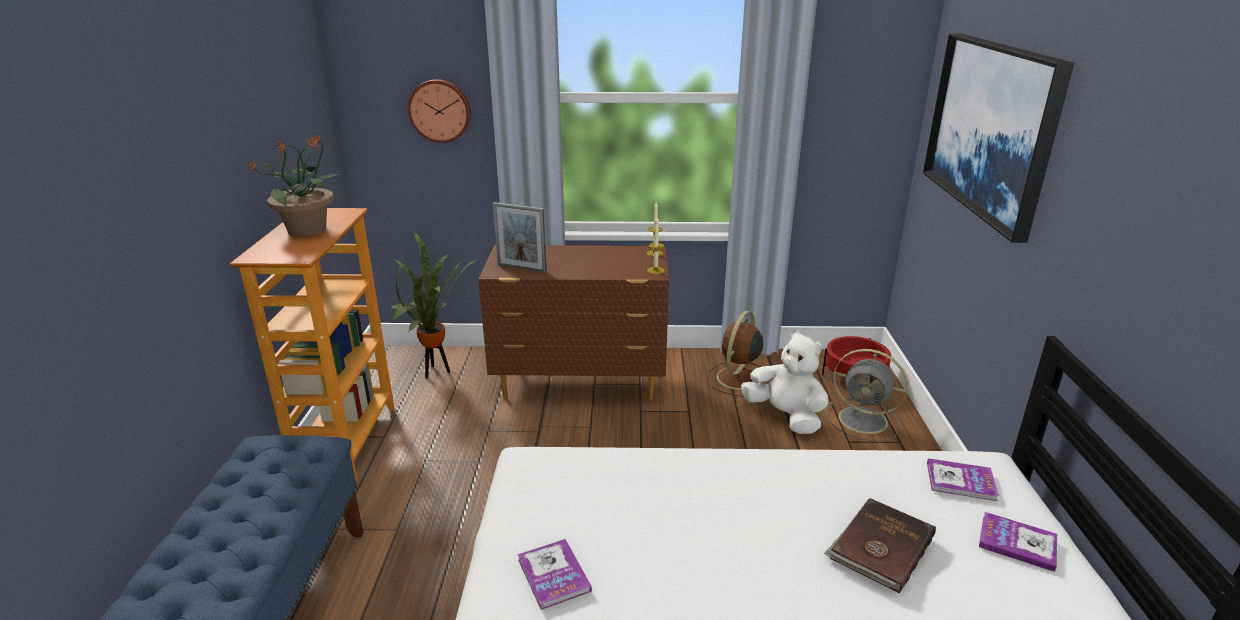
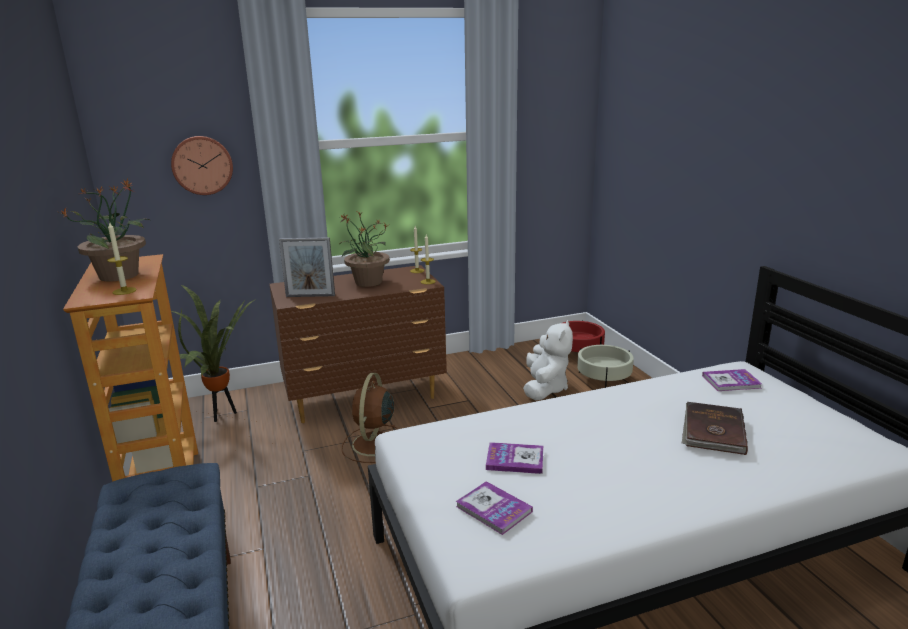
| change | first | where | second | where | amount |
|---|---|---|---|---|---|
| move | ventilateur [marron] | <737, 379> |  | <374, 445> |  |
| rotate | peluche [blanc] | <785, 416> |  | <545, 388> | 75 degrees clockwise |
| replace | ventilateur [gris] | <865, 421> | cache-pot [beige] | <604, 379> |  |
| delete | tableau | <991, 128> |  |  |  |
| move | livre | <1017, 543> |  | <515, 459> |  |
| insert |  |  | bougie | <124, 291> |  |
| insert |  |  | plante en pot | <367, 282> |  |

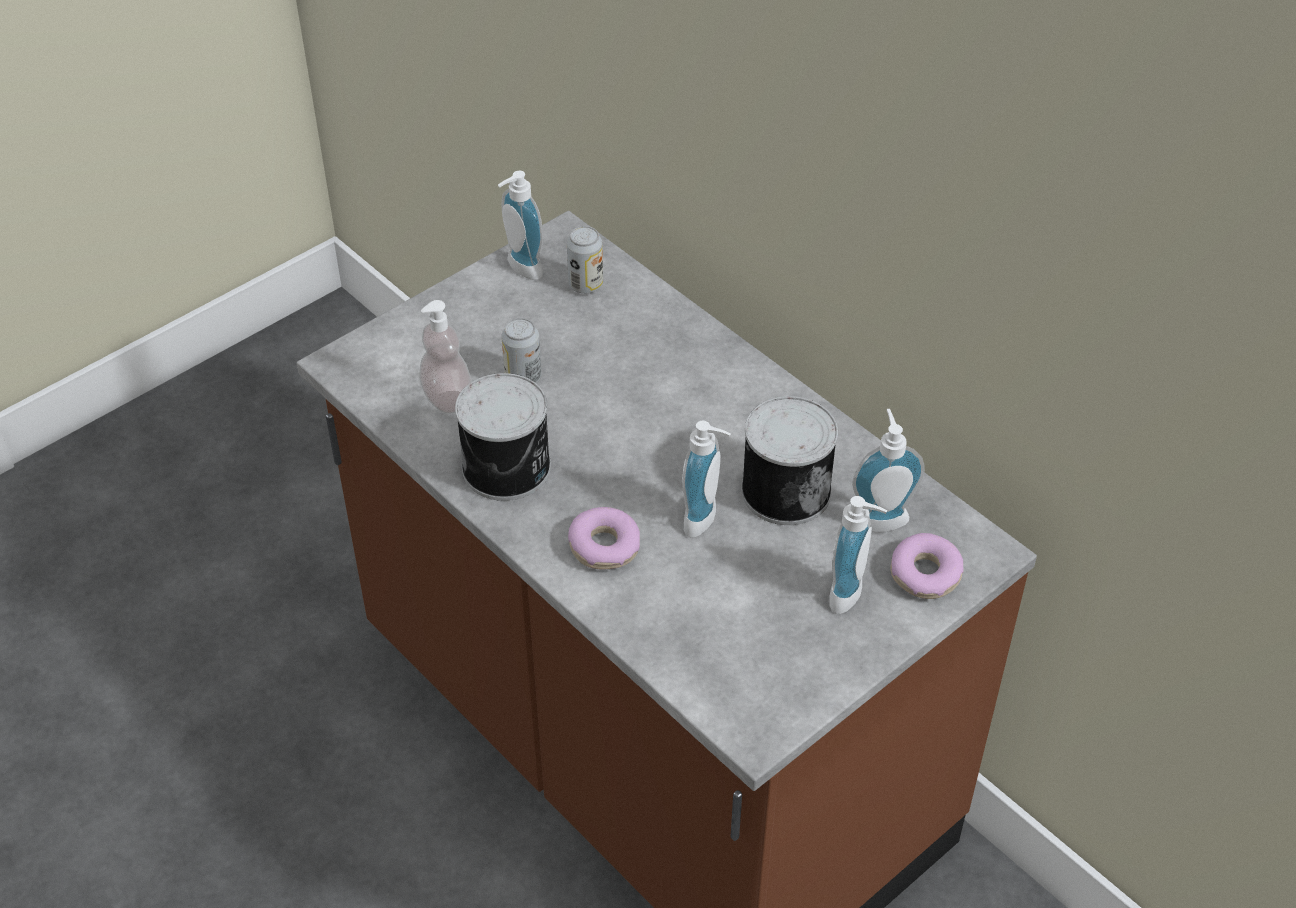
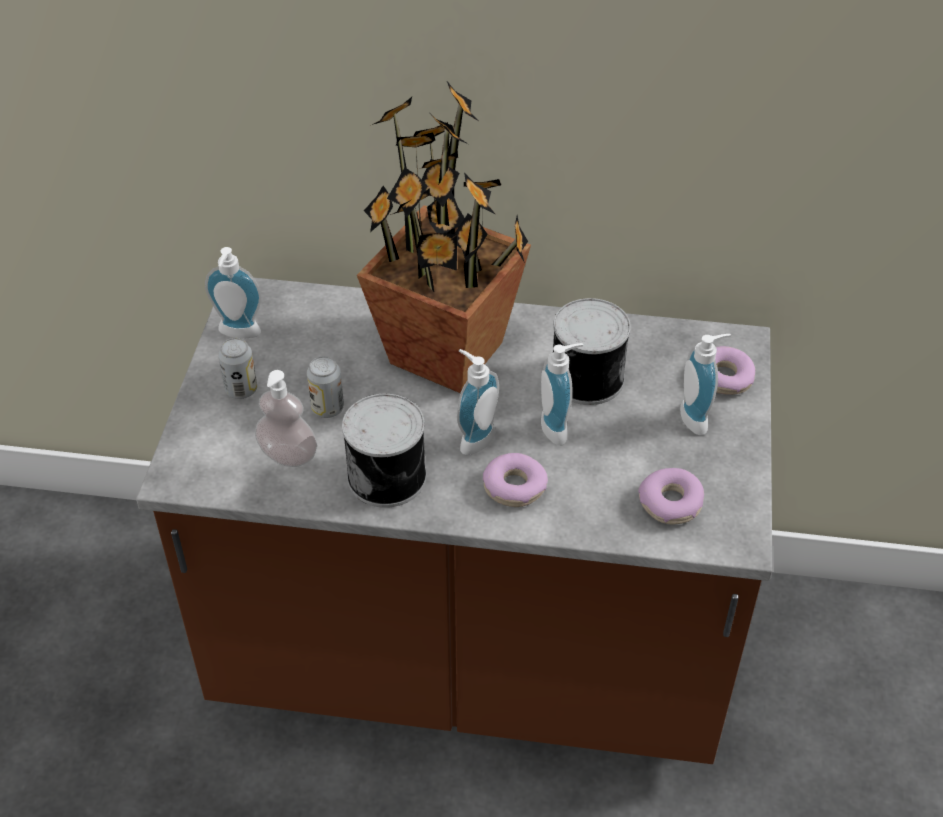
| change | first | where | second | where | amount |
|---|---|---|---|---|---|
| move | boîte métallique | <585, 285> |  | <241, 390> |  |
| move | distributeur de savon | <880, 517> |  | <473, 438> |  |
| insert |  |  | plante en pot | <446, 354> |  |
| insert |  |  | beignet | <671, 503> |  |

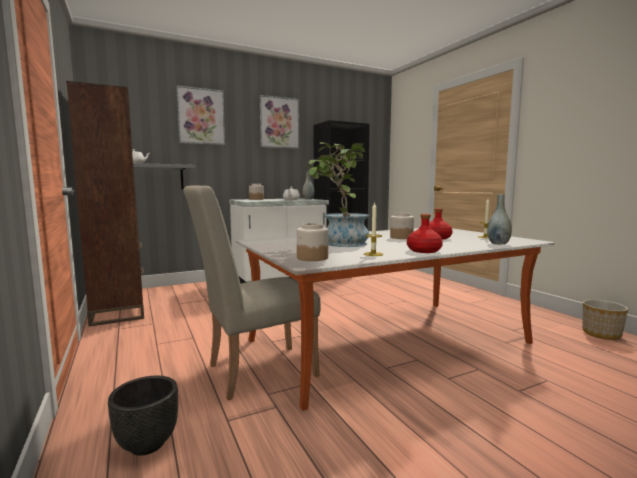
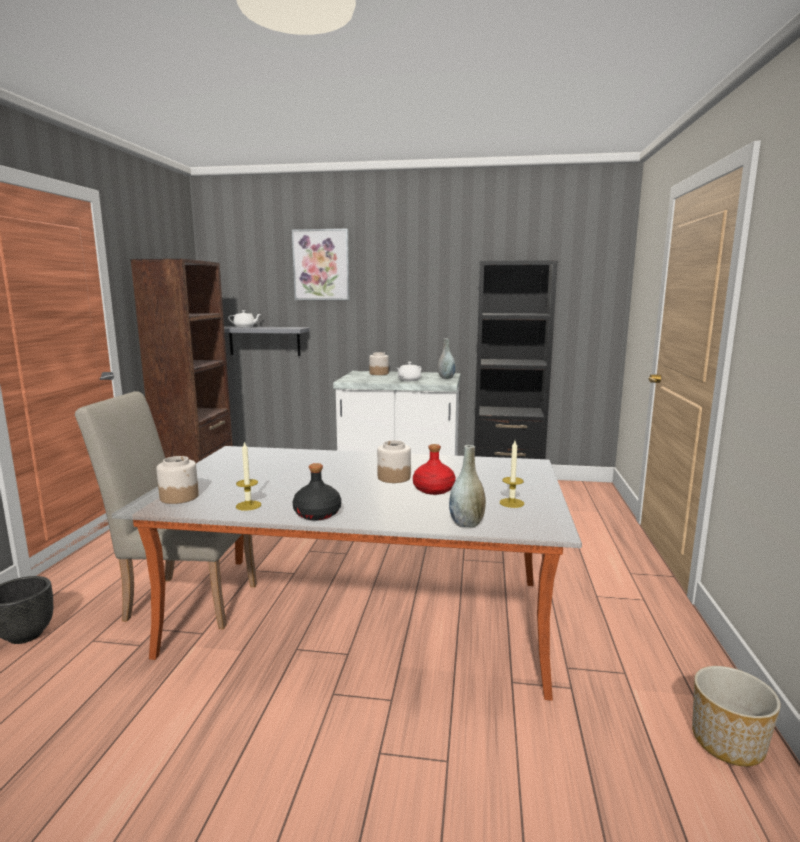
| change | first | where | second | where | amount |
|---|---|---|---|---|---|
| delete | tableau | <279, 123> |  |  |  |
| delete | plante en pot | <339, 243> |  |  |  |
| recolor | bouteille [rouge] | <424, 251> | bouteille [noir] | <317, 514> |  |

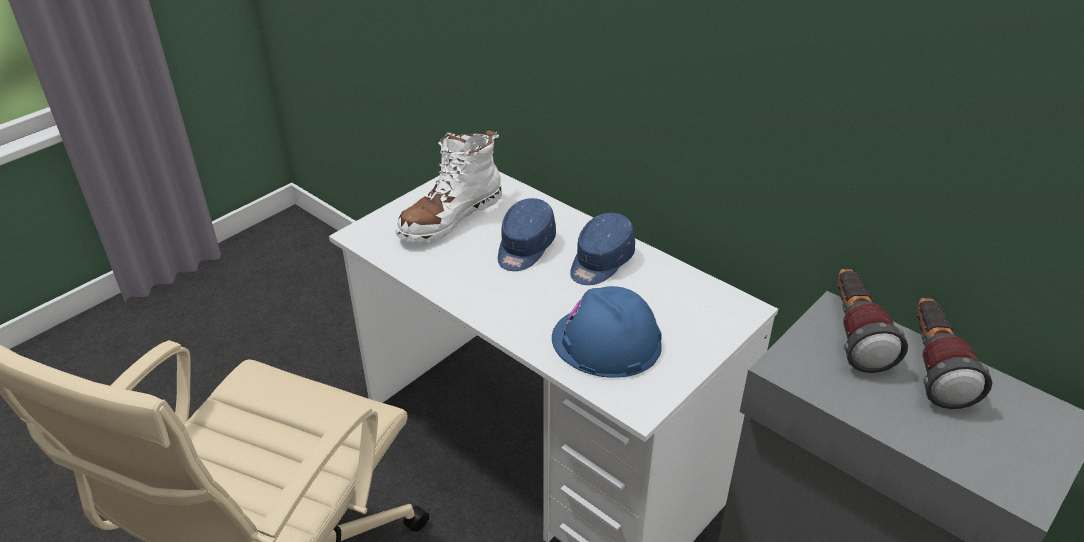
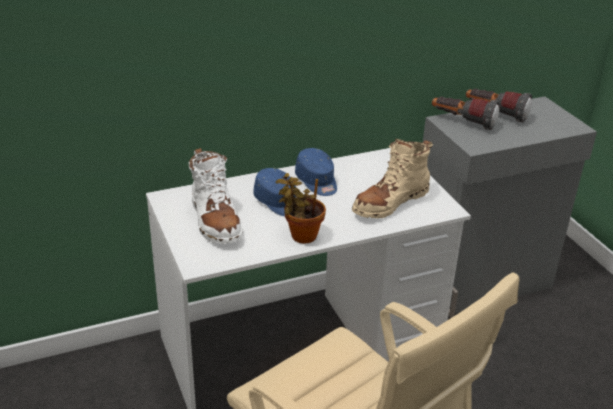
| change | first | where | second | where | amount |
|---|---|---|---|---|---|
| replace | casque de chantier [bleu] | <606, 341> | botte [beige] | <390, 203> |  |
| insert |  |  | plante en pot | <300, 235> |  |

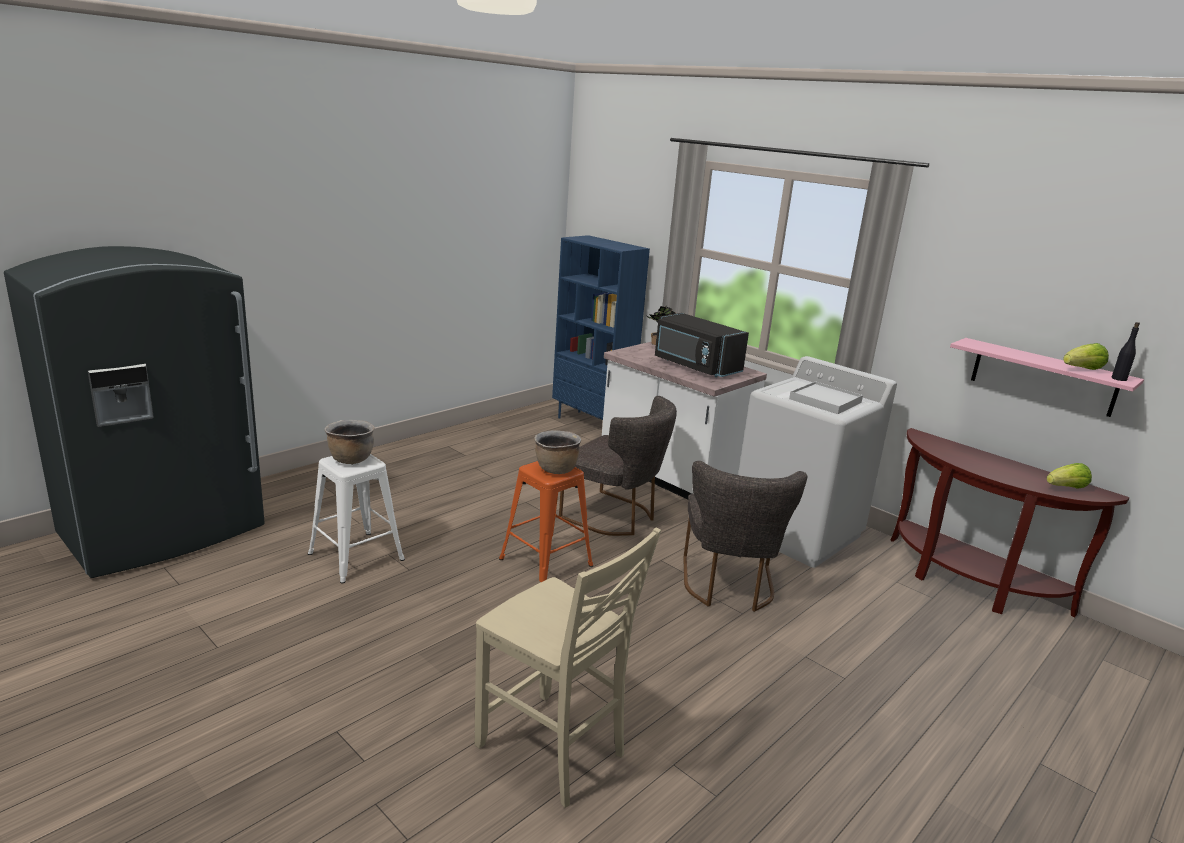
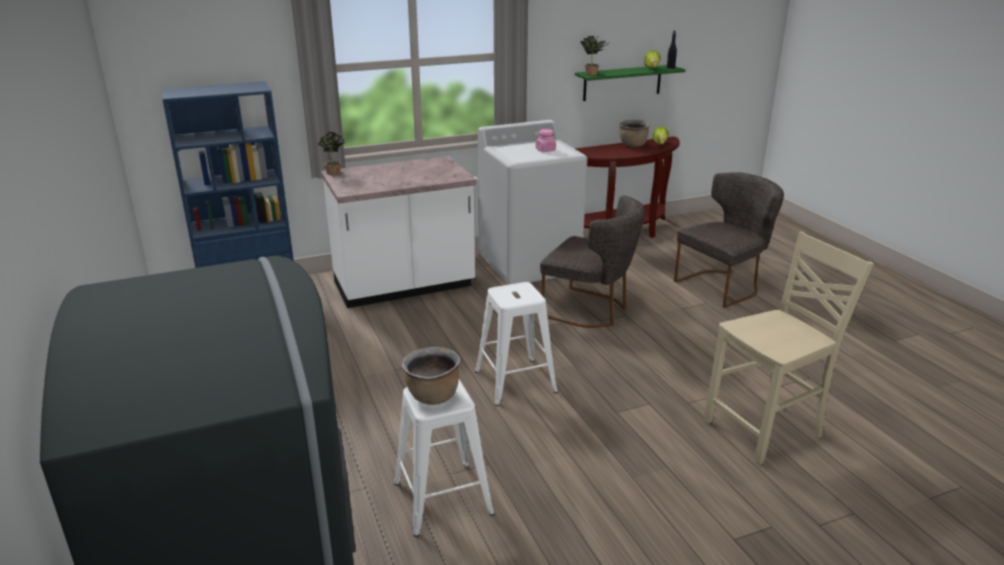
| change | first | where | second | where | amount |
|---|---|---|---|---|---|
| recolor | tabouret [orange] | <546, 563> | tabouret [blanc] | <516, 381> |  |
| move | marmite [marron] | <555, 469> |  | <633, 145> |  |
| move | chaise [gris] | <615, 517> |  | <723, 285> |  |
| delete | micro-ondes [noir] | <694, 366> |  |  |  |
| replace | plateau [blanc] | <825, 400> | bocal [rose] | <545, 150> |  |
| recolor | étagère [rose] | <1043, 377> | étagère [vert] | <622, 82> |  |
| insert |  |  | plante en pot | <593, 74> |  |

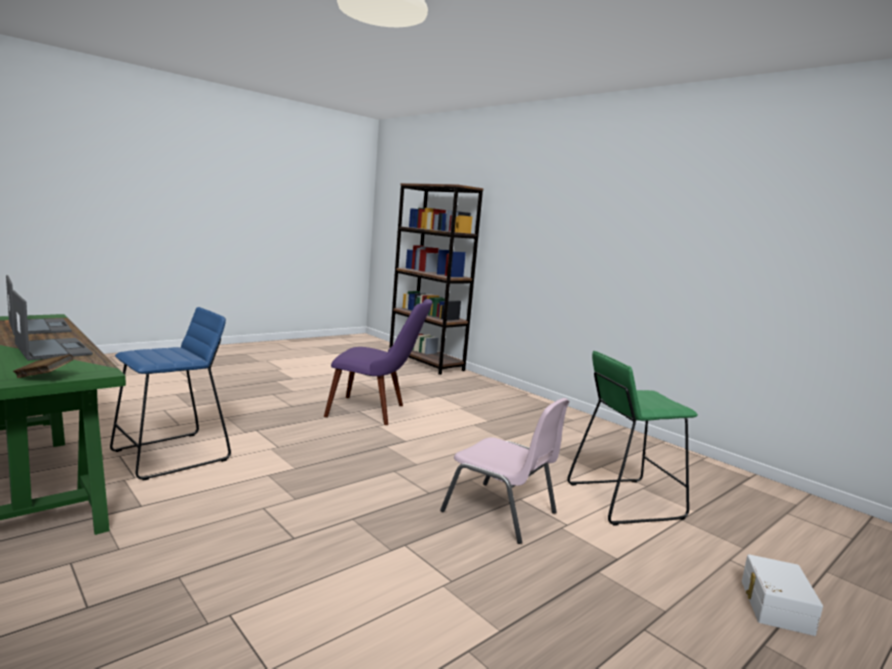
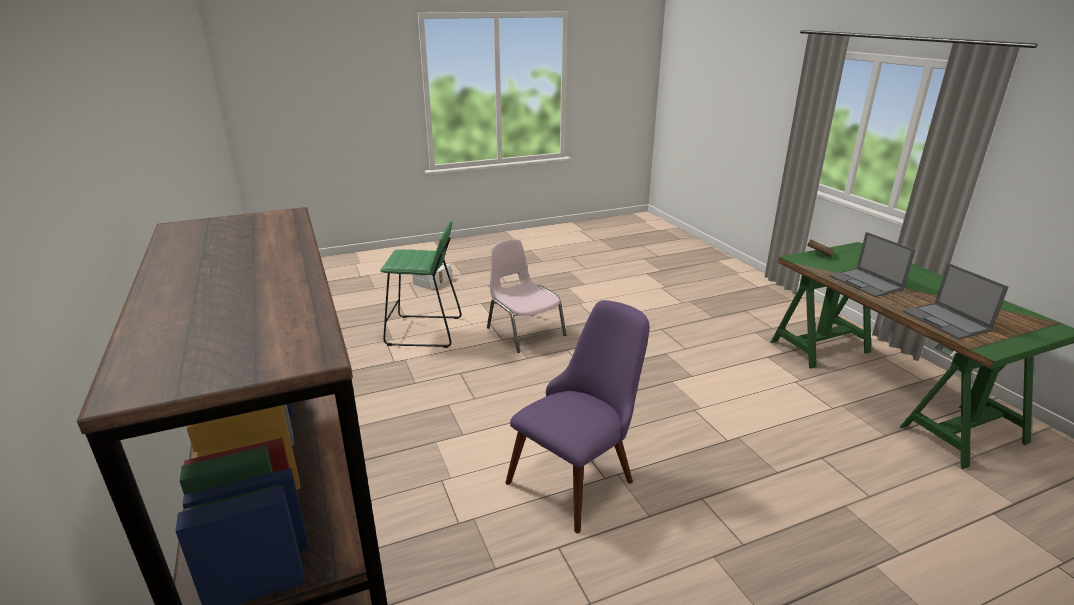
| change | first | where | second | where | amount |
|---|---|---|---|---|---|
| delete | tabouret [bleu] | <171, 456> |  |  |  |
| rotate | chaise [violet] | <376, 412> |  | <580, 474> | 105 degrees clockwise |

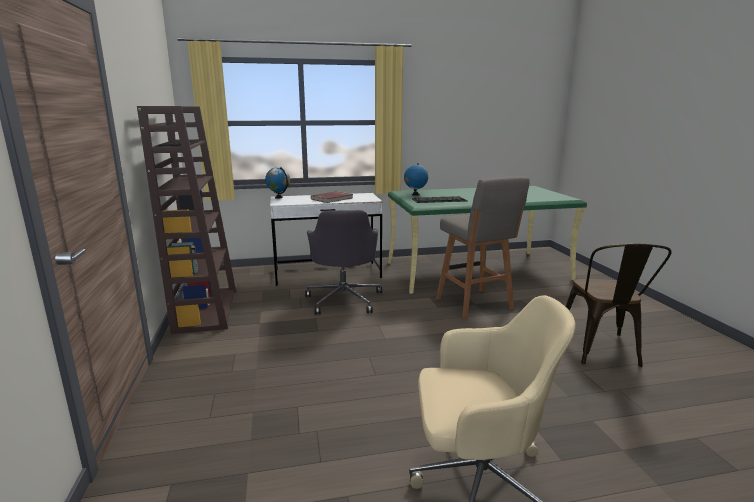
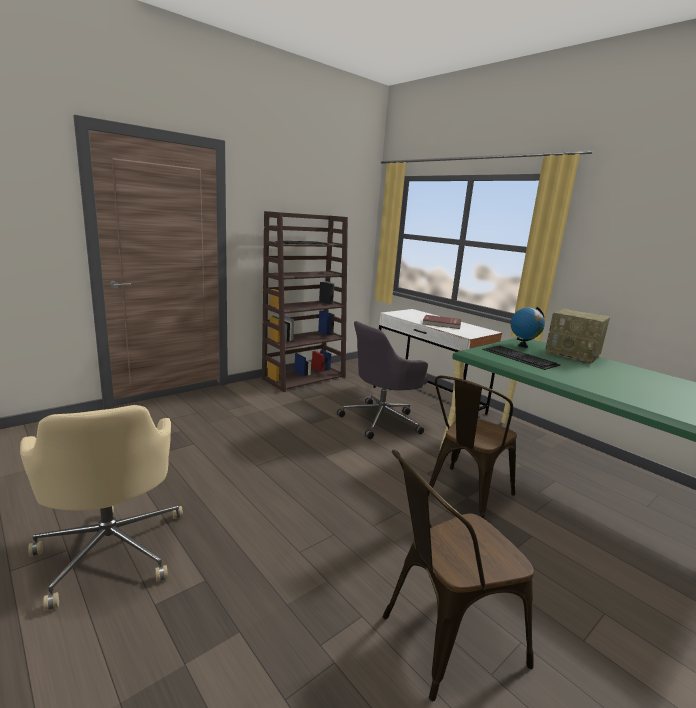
| change | first | where | second | where | amount |
|---|---|---|---|---|---|
| delete | globe | <279, 197> |  |  |  |
| replace | tabouret [gris] | <475, 305> | chaise [marron] | <464, 498> |  |
| insert |  |  | radio | <573, 355> |  |

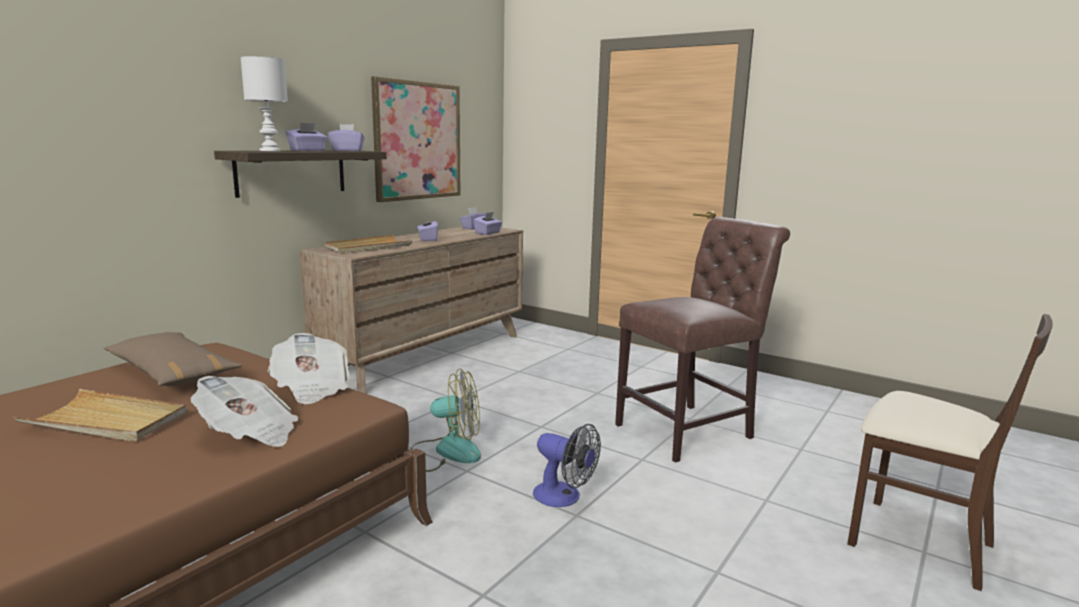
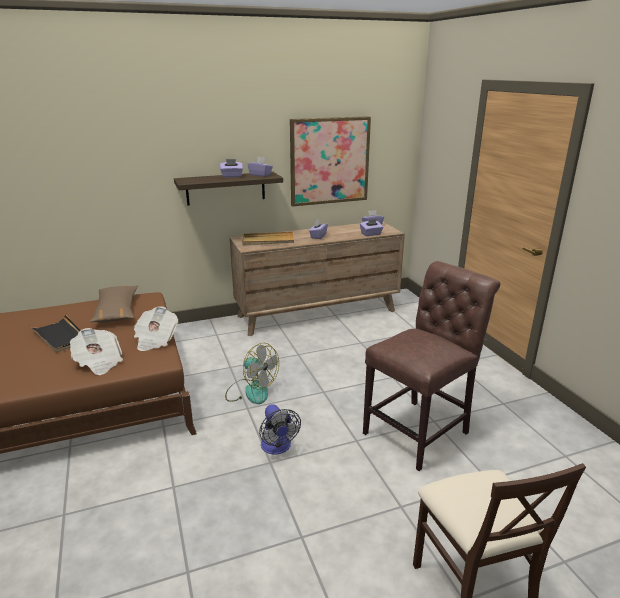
| change | first | where | second | where | amount |
|---|---|---|---|---|---|
| recolor | plateau [beige] | <106, 421> | plateau [noir] | <60, 336> |  |
| delete | lampe de table [blanc] | <270, 150> |  |  |  |
| rotate | chaise [marron] | <690, 430> |  | <420, 431> | 45 degrees counterclockwise |

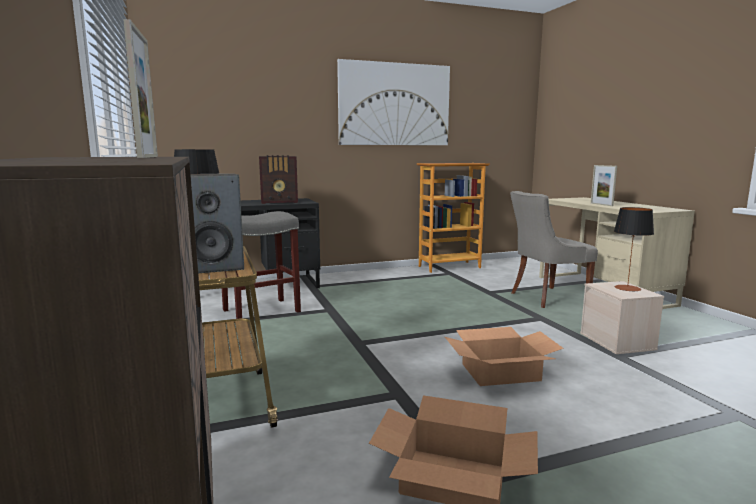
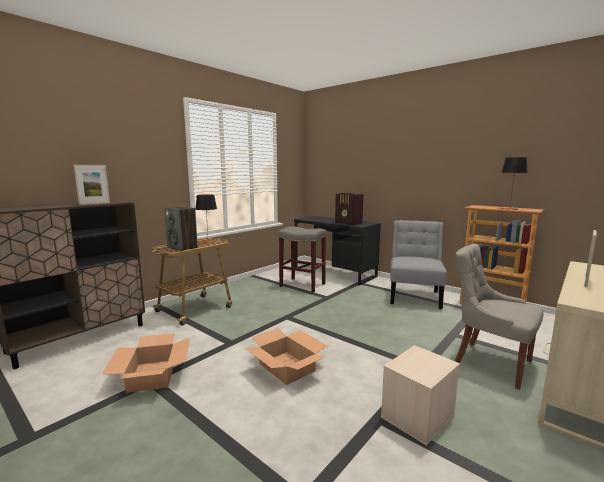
| change | first | where | second | where | amount |
|---|---|---|---|---|---|
| delete | tableau | <394, 104> |  |  |  |
| move | lampe de table | <627, 288> |  | <509, 209> |  |
| insert |  |  | chaise [gris] | <414, 296> |  |

